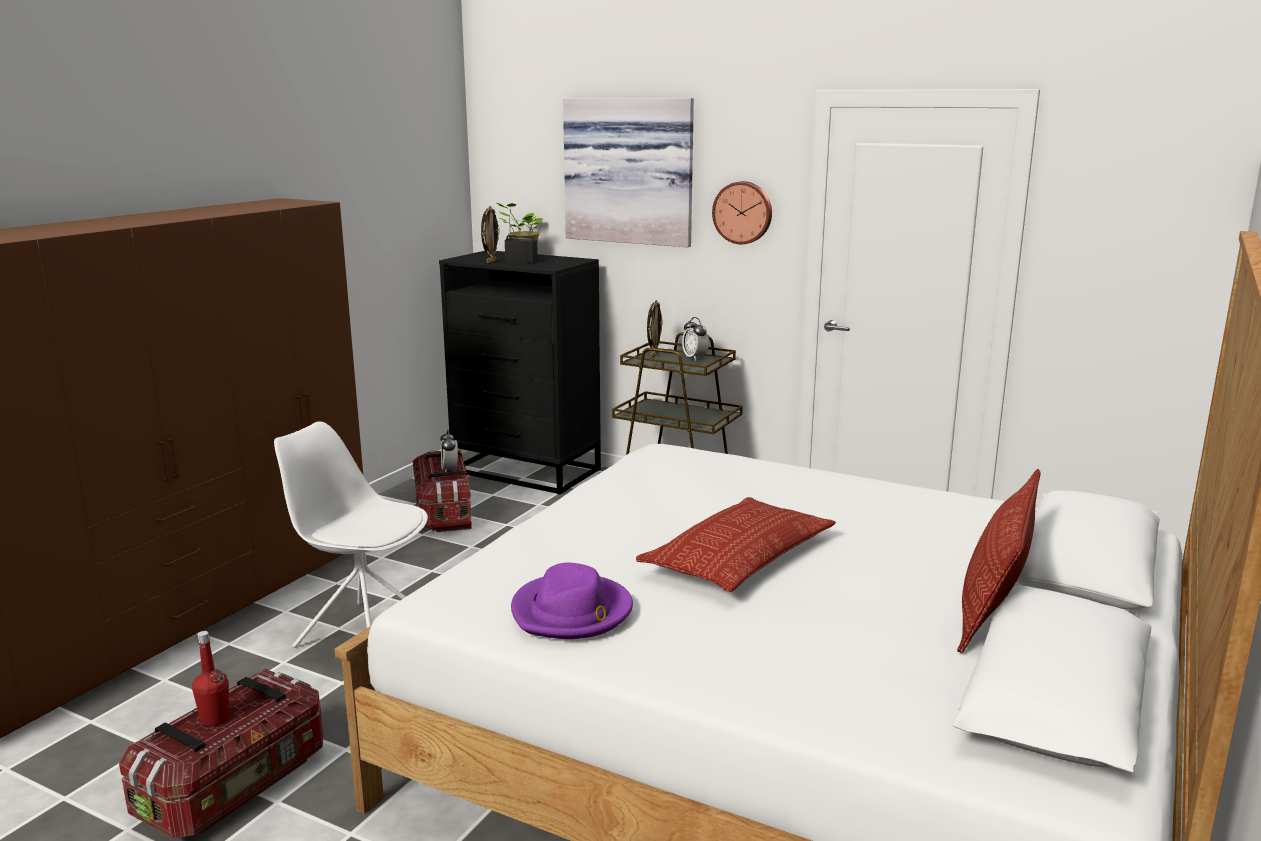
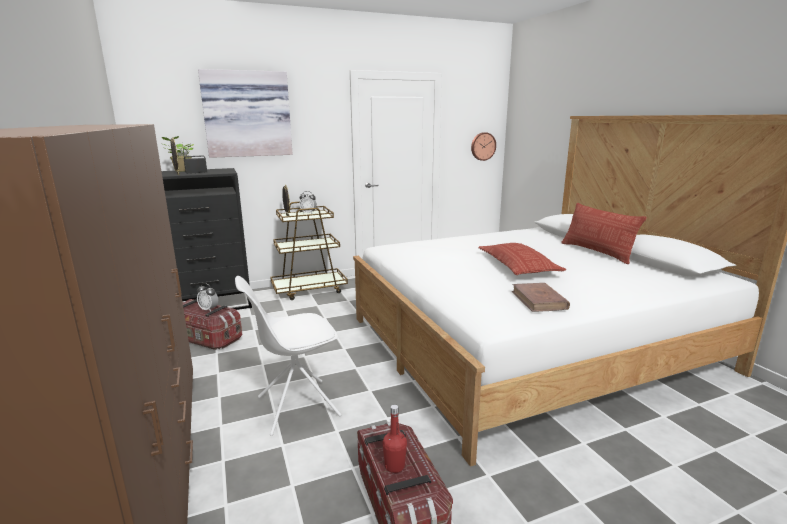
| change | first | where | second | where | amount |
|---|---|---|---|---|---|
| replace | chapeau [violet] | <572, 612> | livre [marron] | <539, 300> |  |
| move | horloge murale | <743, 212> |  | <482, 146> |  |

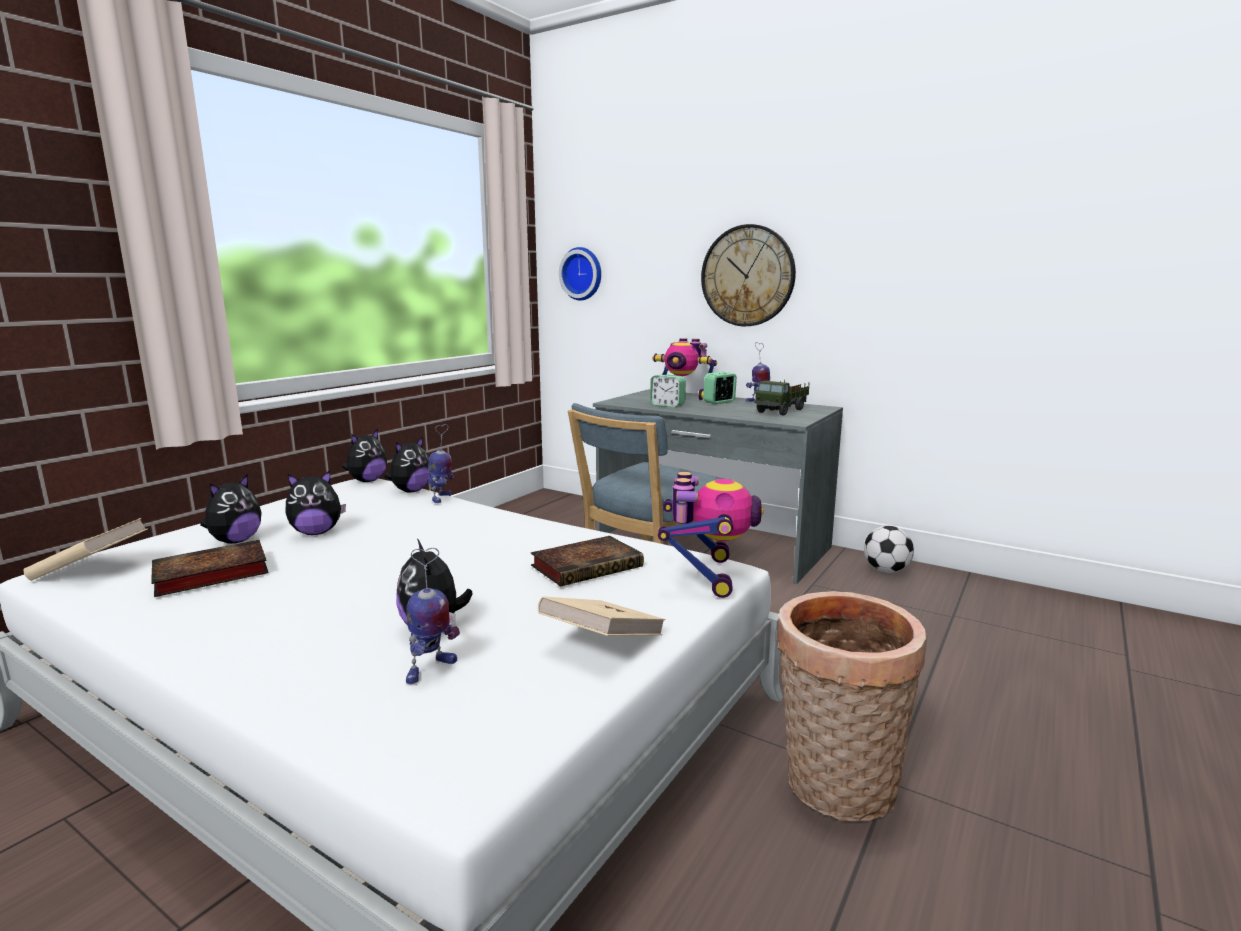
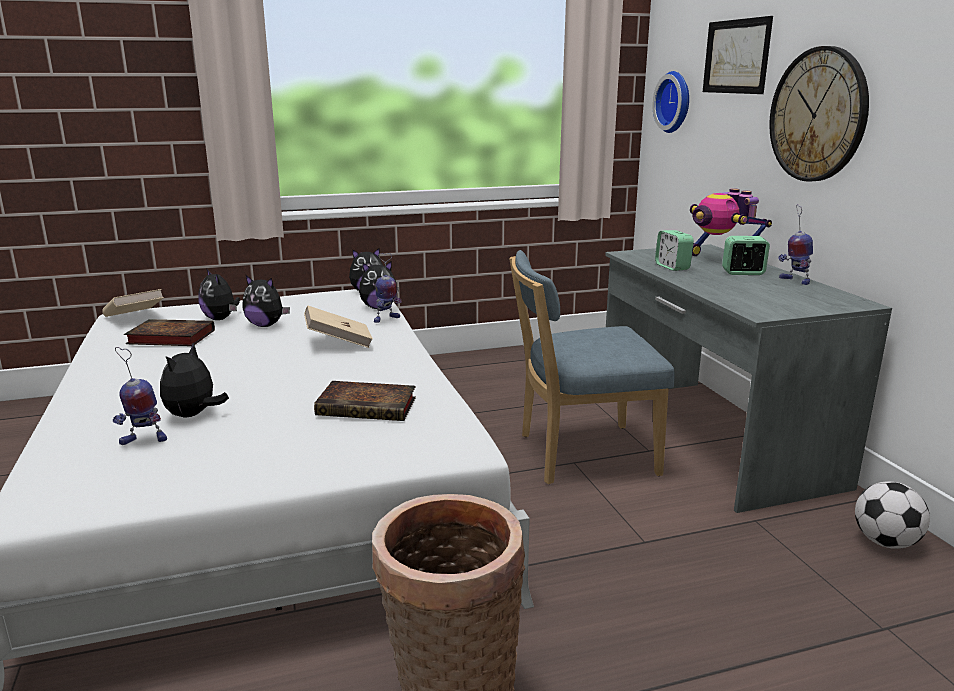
| change | first | where | second | where | amount |
|---|---|---|---|---|---|
| rotate | peluche | <235, 541> |  | <221, 319> | 75 degrees clockwise |
| move | livre [beige] | <603, 642> |  | <338, 342> |  |
| delete | robot jouet | <706, 575> |  |  |  |
| delete | camion jouet | <781, 411> |  |  |  |
| insert |  |  | tableau | <736, 56> |  |

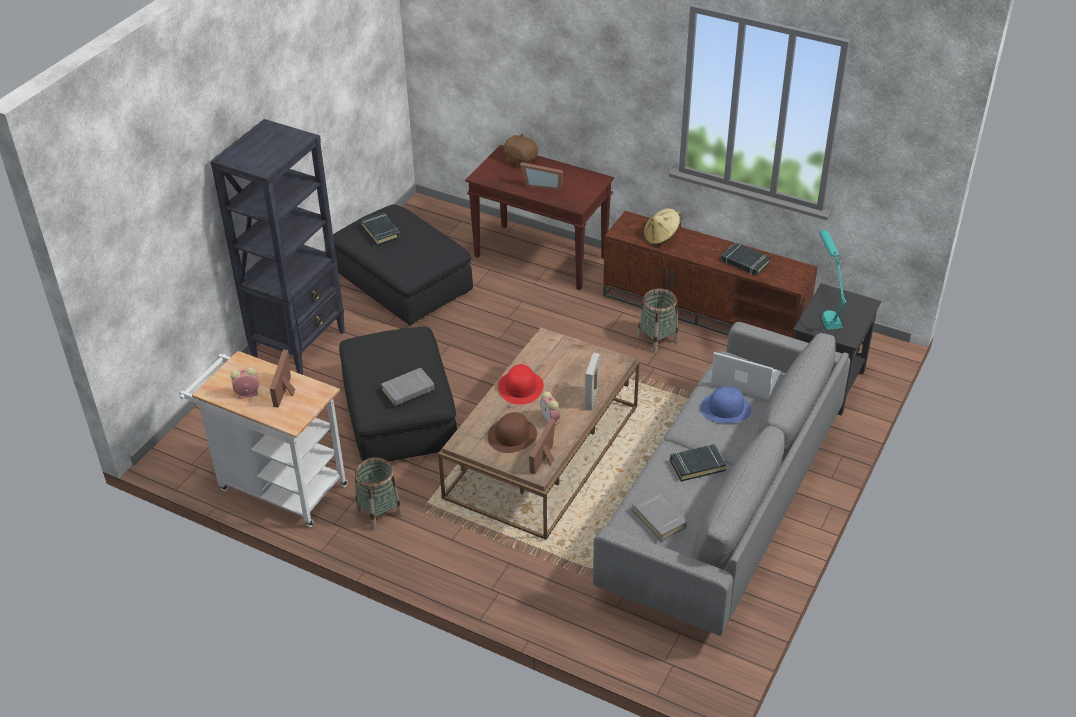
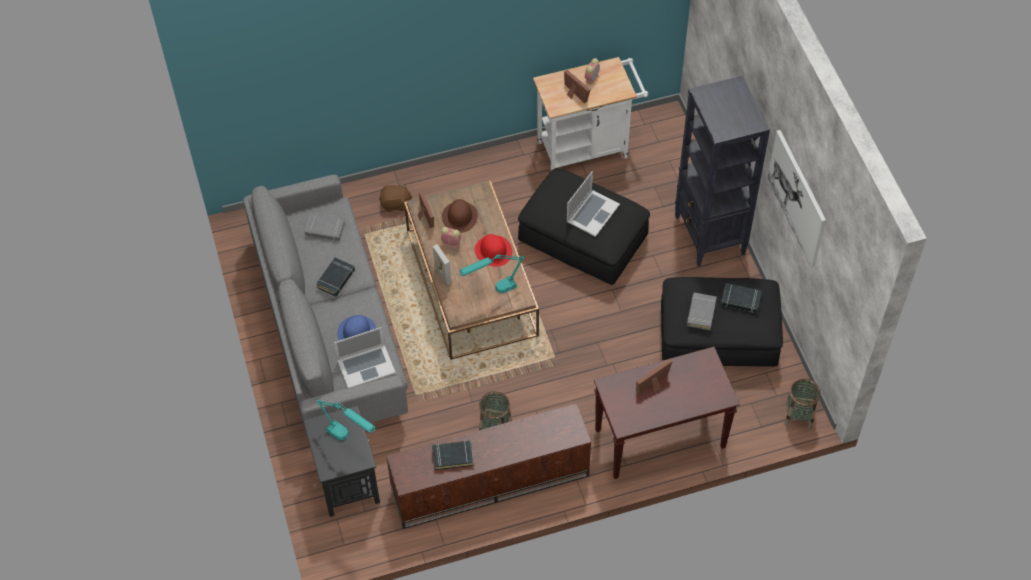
| change | first | where | second | where | amount |
|---|---|---|---|---|---|
| move | panier | <379, 512> |  | <799, 415> |  |
| move | livre [gris] | <408, 390> |  | <701, 313> |  |
| move | peluche [marron] | <520, 160> |  | <395, 204> |  |
| delete | chapeau [beige] | <661, 237> |  |  |  |
| insert |  |  | lampe de table [turquoise] | <493, 291> |  |
| insert |  |  | ordinateur portable | <592, 213> |  |
| insert |  |  | tableau | <797, 198> |  |

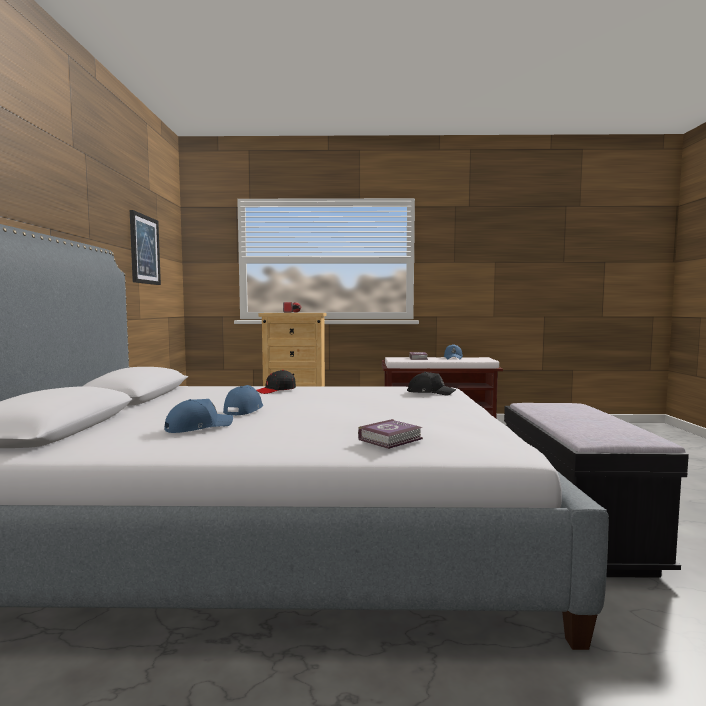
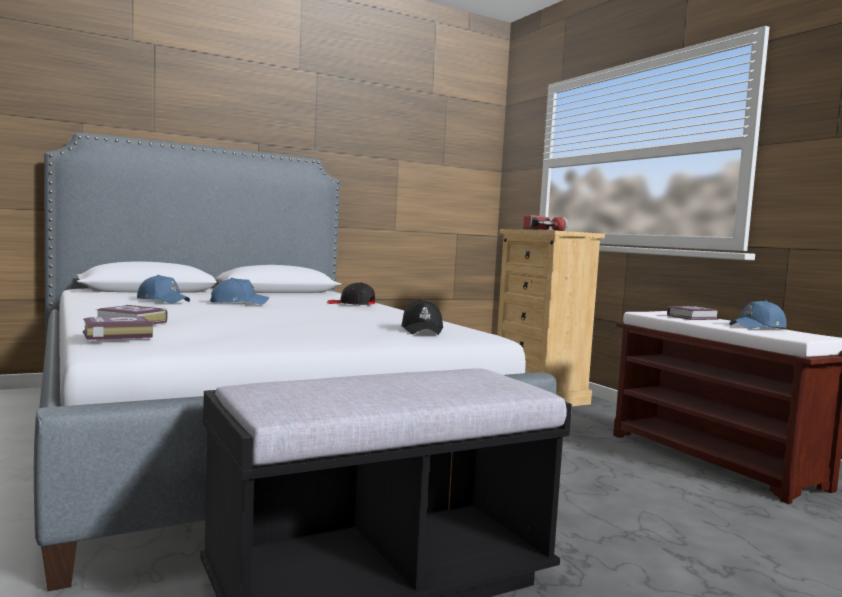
| change | first | where | second | where | amount |
|---|---|---|---|---|---|
| delete | tableau | <144, 249> |  |  |  |
| insert |  |  | livre | <115, 334> |  |

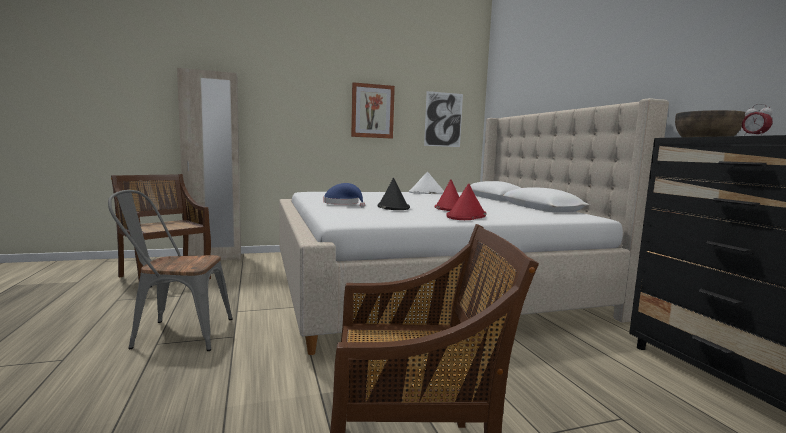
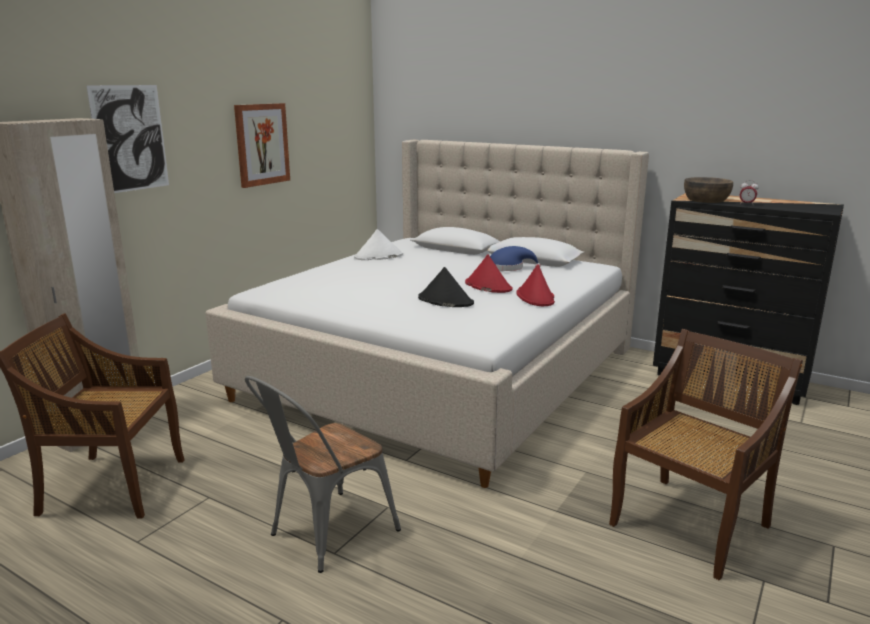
| change | first | where | second | where | amount |
|---|---|---|---|---|---|
| move | chapeau [bleu] | <343, 204> |  | <508, 267> |  |
| move | tableau | <443, 119> |  | <130, 138> |  |

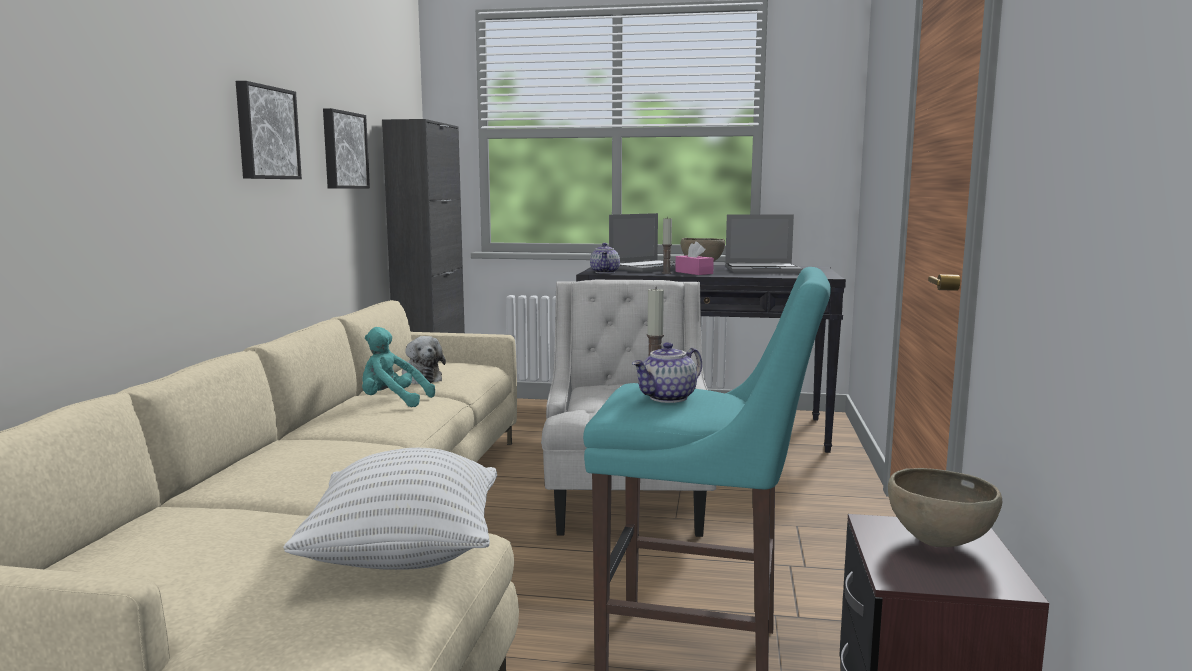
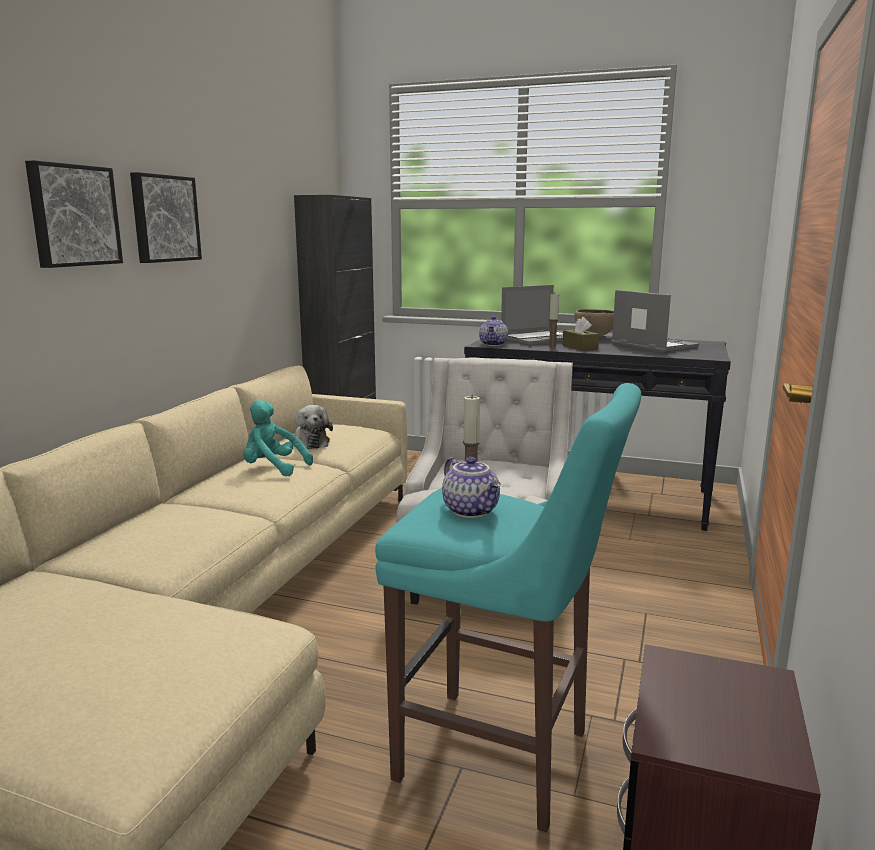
| change | first | where | second | where | amount |
|---|---|---|---|---|---|
| delete | coussin [blanc] | <405, 555> |  |  |  |
| move | tableau | <343, 150> |  | <73, 215> |  |
| rotate | théière | <668, 398> |  | <472, 510> | 90 degrees counterclockwise |
| recolor | boîte à mouchoirs [rose] | <694, 273> | boîte à mouchoirs [marron] | <580, 347> |  |
| rotate | ordinateur portable | <763, 270> |  | <652, 346> | 135 degrees counterclockwise |
| delete | bol [marron] | <939, 544> |  |  |  |

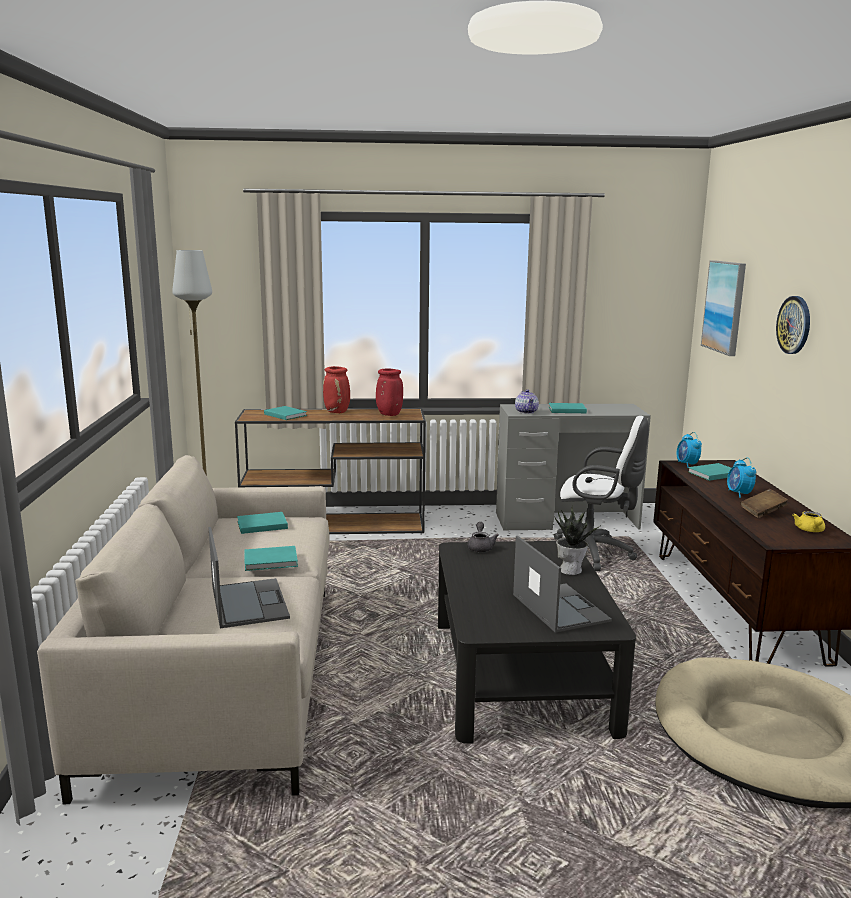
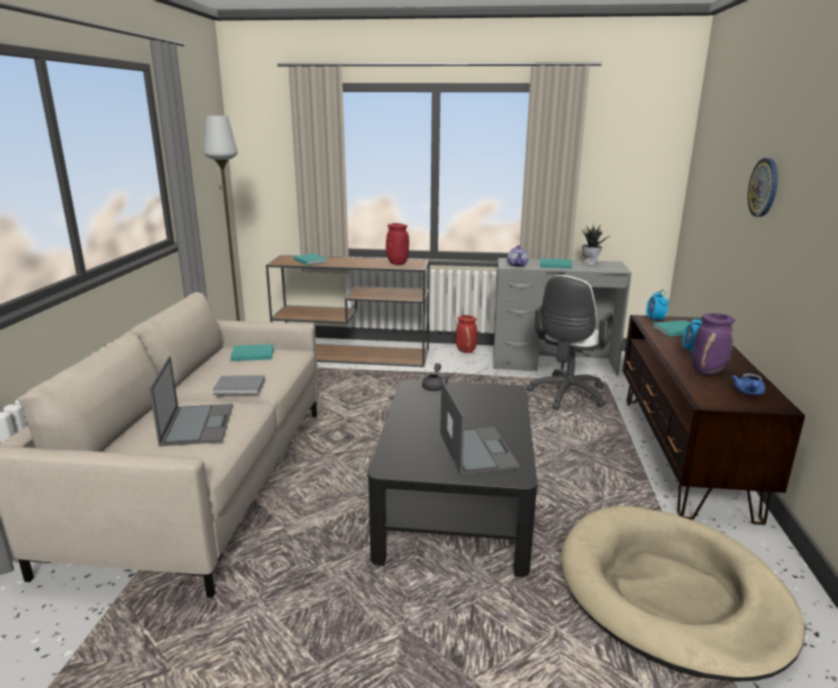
| change | first | where | second | where | amount |
|---|---|---|---|---|---|
| recolor | livre [turquoise] | <272, 561> | livre [gris] | <241, 387> |  |
| move | vase [rouge] | <337, 412> |  | <466, 351> |  |
| rotate | chaise de bureau [blanc] | <593, 554> |  | <566, 396> | 90 degrees clockwise |
| move | plante en pot | <570, 569> |  | <590, 263> |  |
| delete | tableau | <725, 307> |  |  |  |
| replace | livre [marron] | <762, 512> | vase [violet] | <708, 371> |  |
| recolor | théière [jaune] | <810, 530> | théière [bleu] | <748, 392> |  |

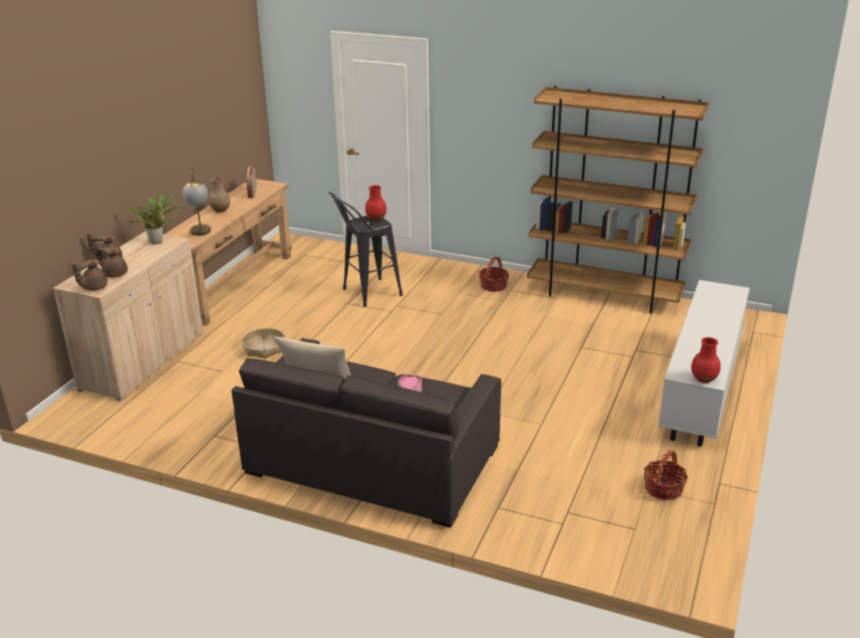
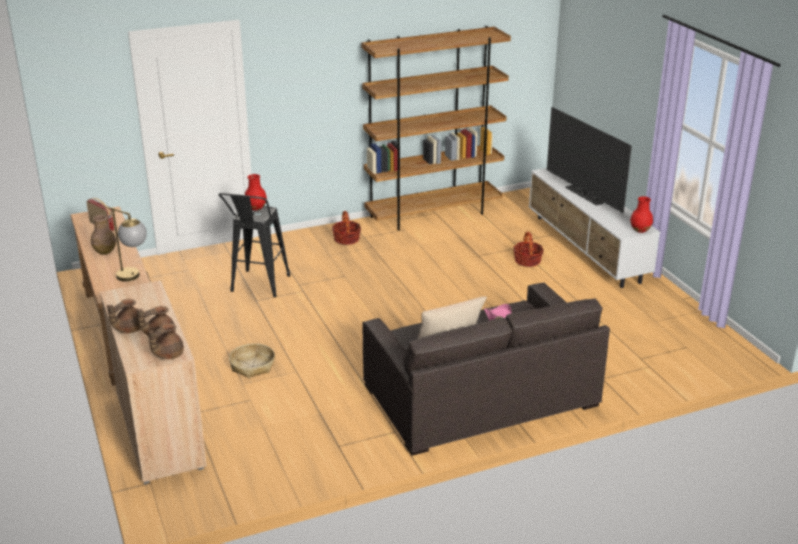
| change | first | where | second | where | amount |
|---|---|---|---|---|---|
| rotate | théière [marron] | <93, 288> |  | <168, 355> | 45 degrees clockwise |
| delete | plante en pot | <158, 242> |  |  |  |
| move | panier | <663, 488> |  | <527, 261> |  |
| insert |  |  | téléviseur | <584, 195> |  |

